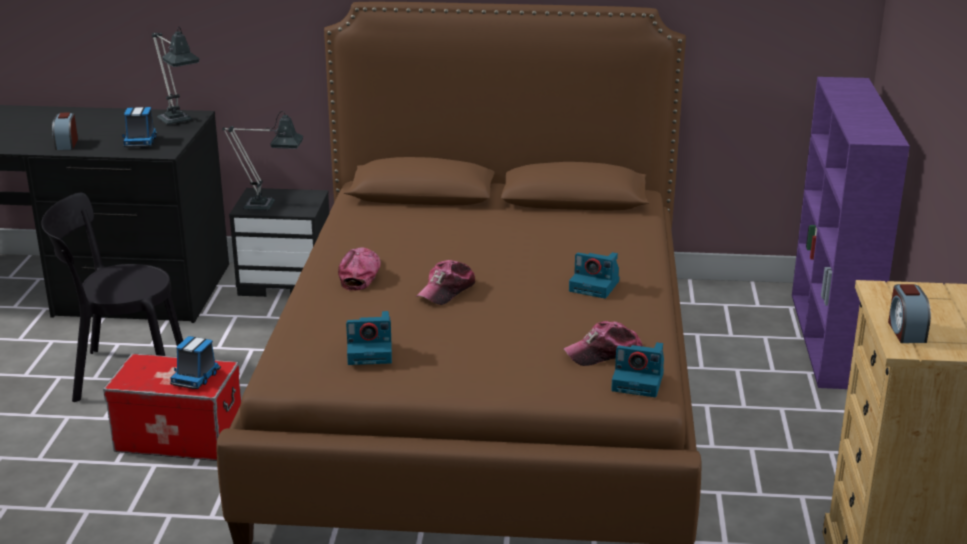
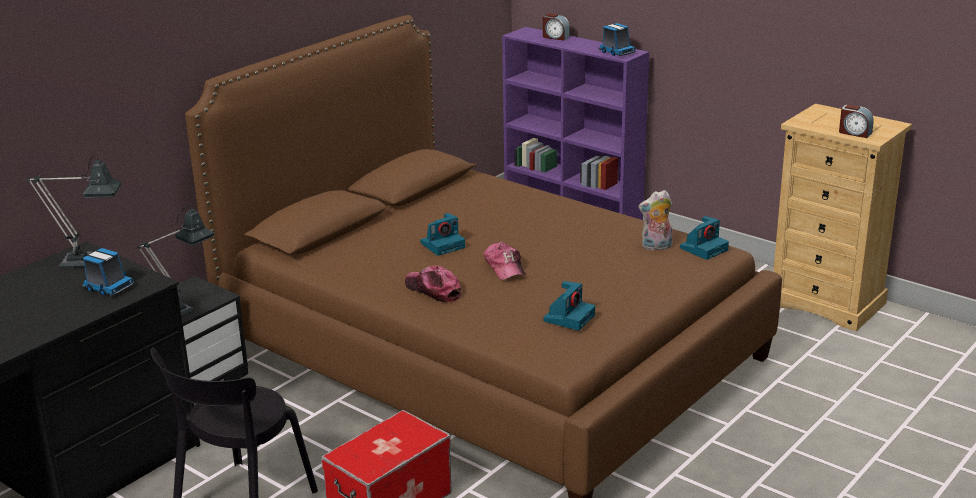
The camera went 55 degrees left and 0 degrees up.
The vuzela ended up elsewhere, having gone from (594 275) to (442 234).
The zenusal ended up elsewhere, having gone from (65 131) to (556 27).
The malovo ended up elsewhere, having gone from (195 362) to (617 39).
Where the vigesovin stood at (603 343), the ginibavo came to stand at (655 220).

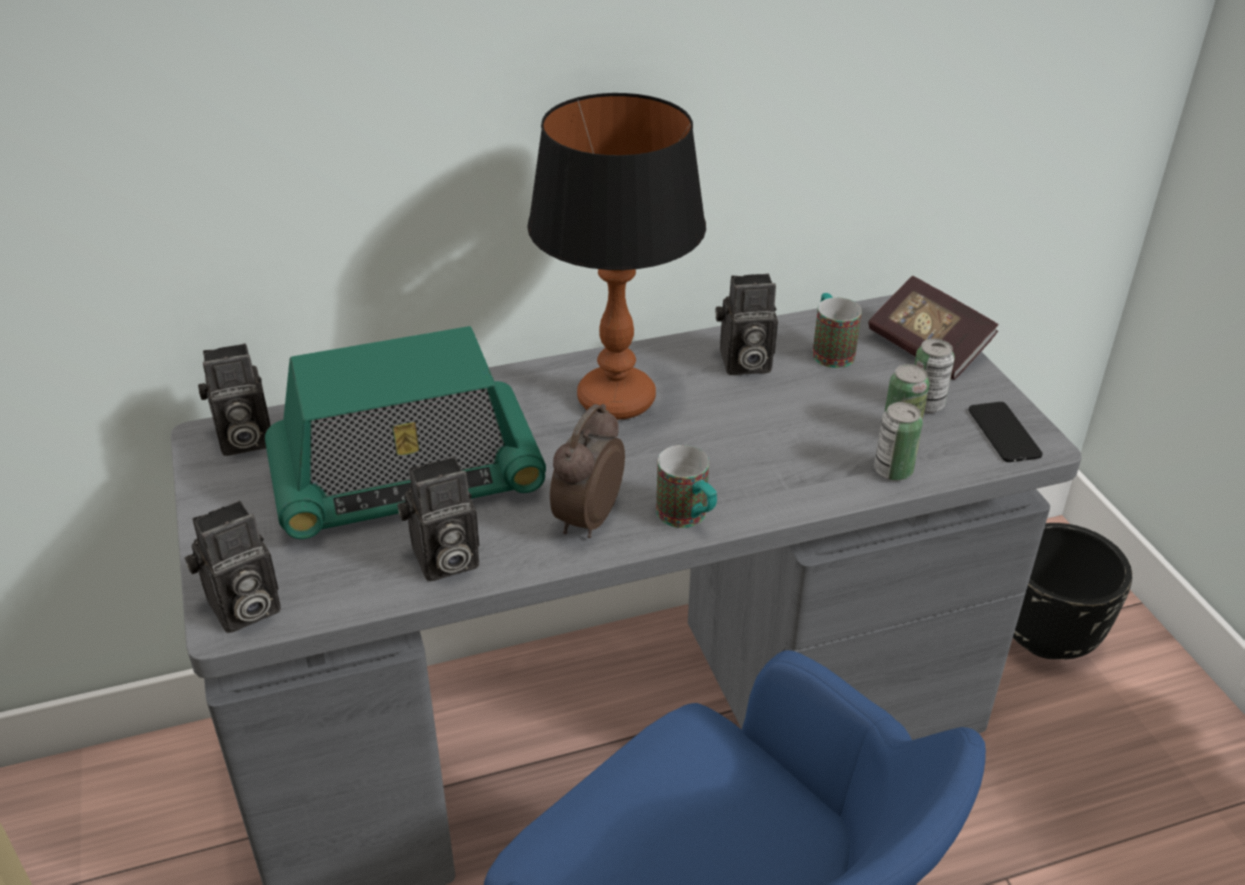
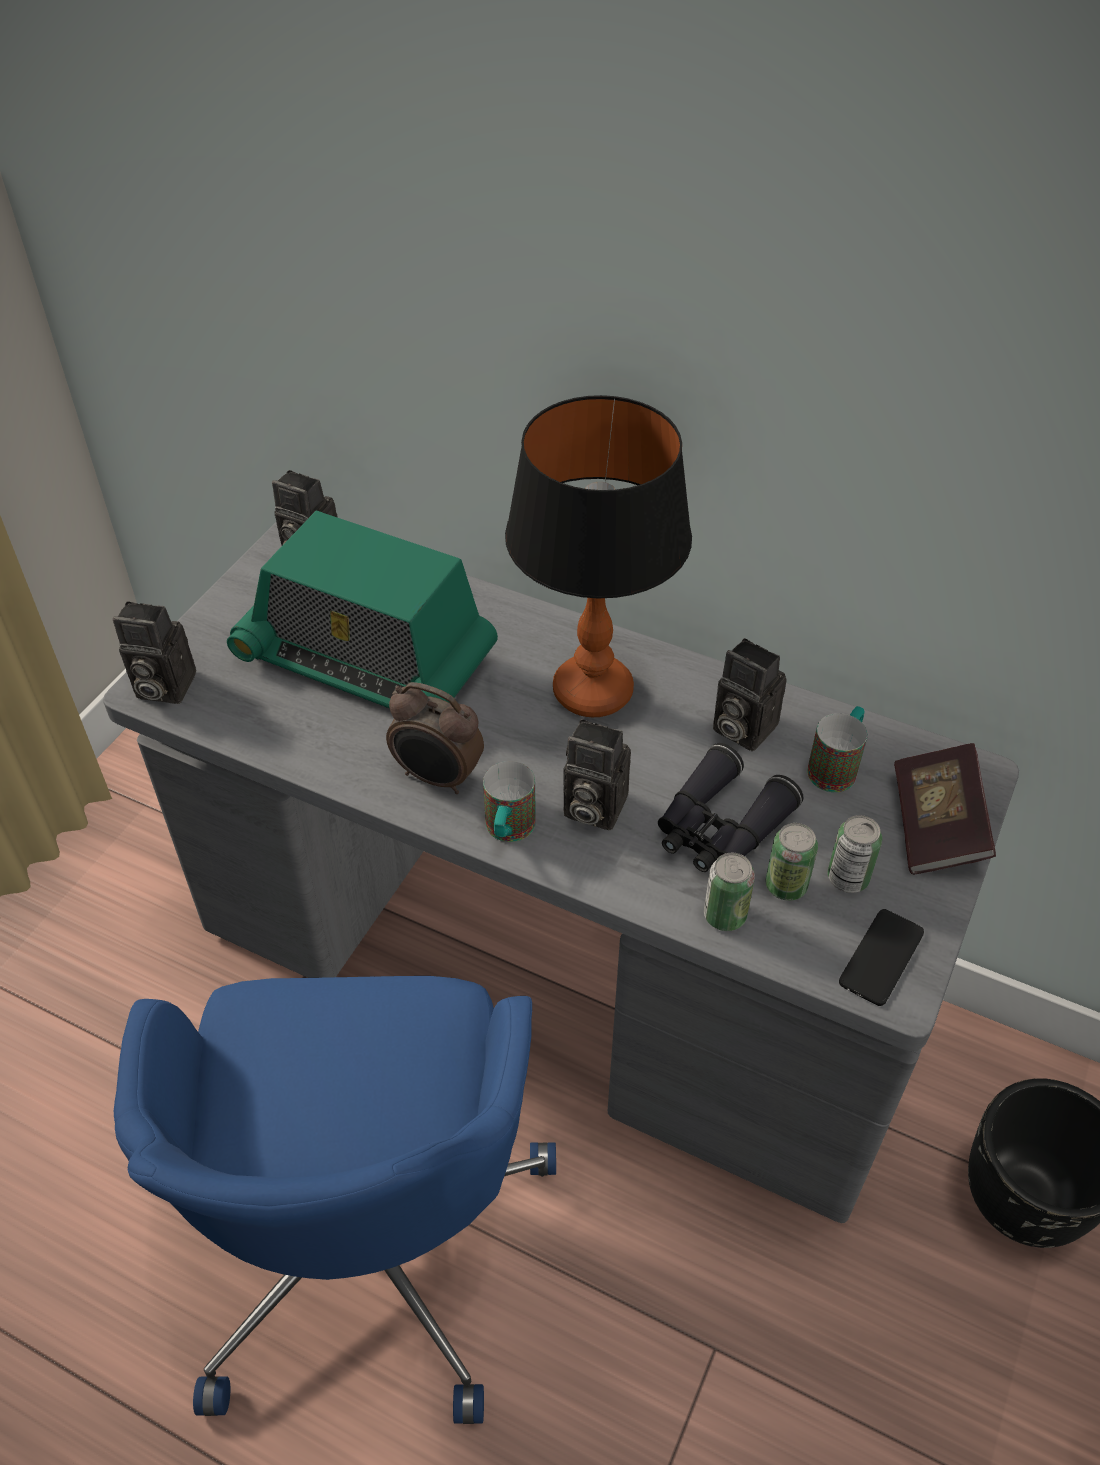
The camera went 45 degrees right and 10 degrees up.
The zenusal at (587 471) ended up facing another way, 135 degrees counterclockwise from before.
The vuzela ended up elsewhere, having gone from (438 518) to (597 775).
The second view gained the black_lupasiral at (730 807).

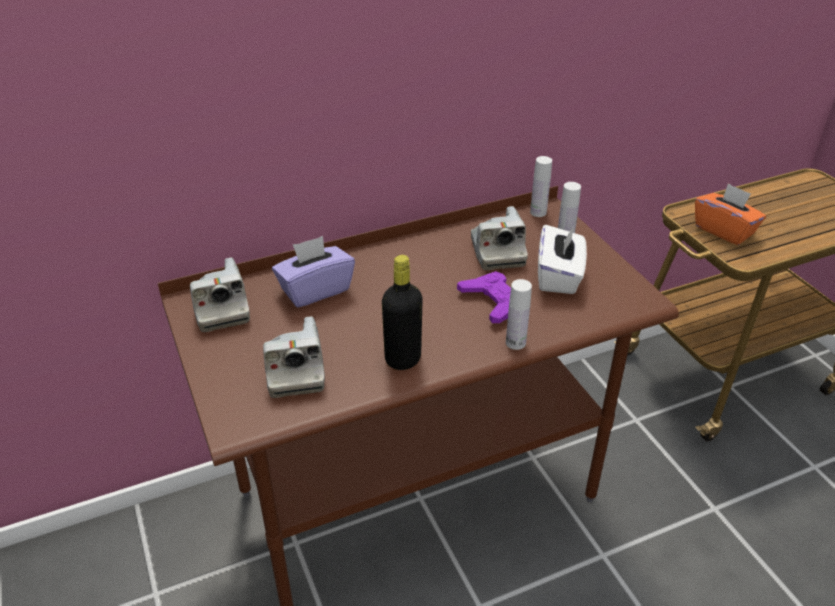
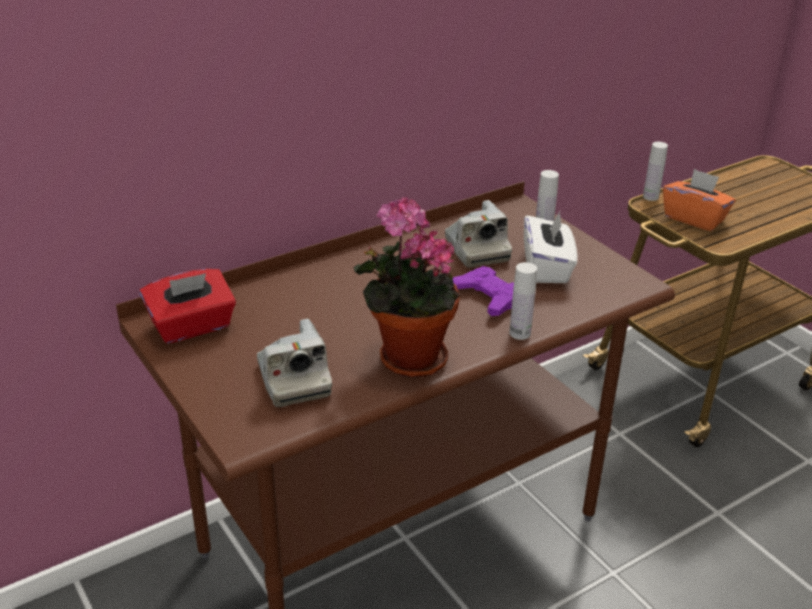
The camera went 10 degrees left and 5 degrees down.
Where the vuzela stood at (220 294), the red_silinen came to stand at (188 306).
Where the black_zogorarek stood at (402 312), the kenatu came to stand at (406 287).
The white_zogorarek ended up elsewhere, having gone from (541 186) to (655 171).
The second view lost the purple_silinen at (313 271).

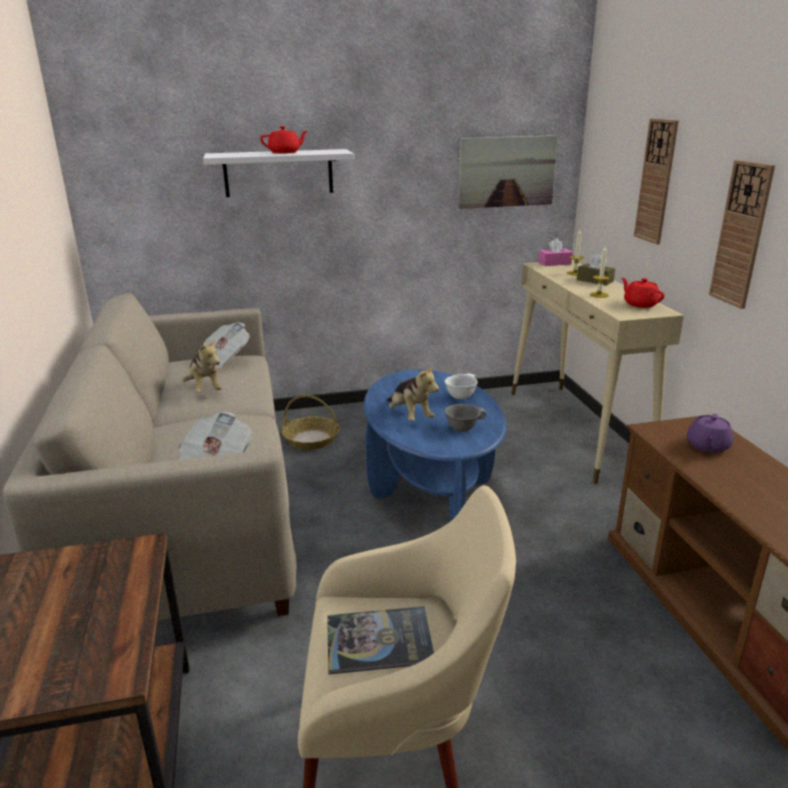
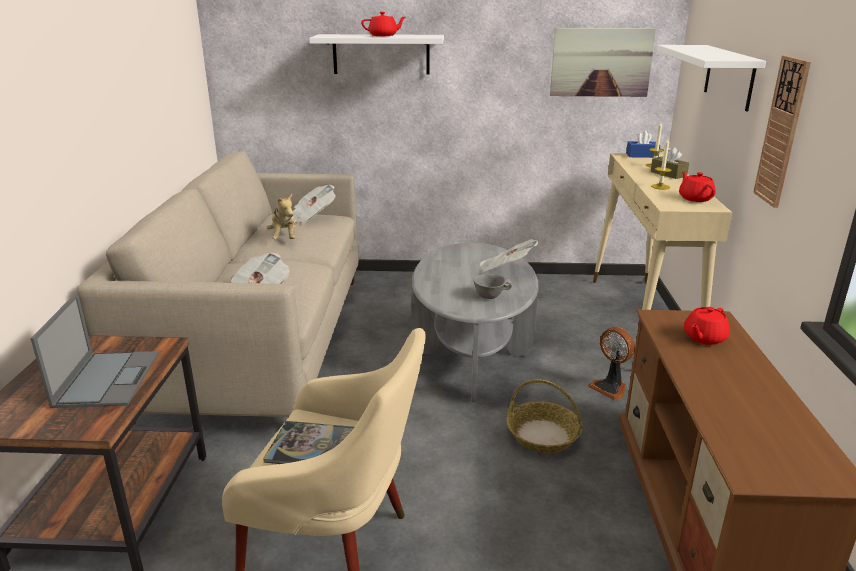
The camera went 15 degrees right and 0 degrees up.
The second view gained the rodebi at (95 350).
What was the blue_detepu at (435 445) turned into the grey_detepu at (475 322).
Where the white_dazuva stood at (461 386), the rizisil came to stand at (509 255).
The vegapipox ended up elsewhere, having gone from (310 422) to (545 416).
The second view gained the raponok at (611 363).
What was the pink_silinen at (555 252) turned into the blue_silinen at (643 144).
Where the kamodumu hung at (656 181), the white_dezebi came to hang at (711 78).
What was the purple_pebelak at (710 433) turned into the red_pebelak at (707 326).
The second view lost the ginibavo at (412 392).

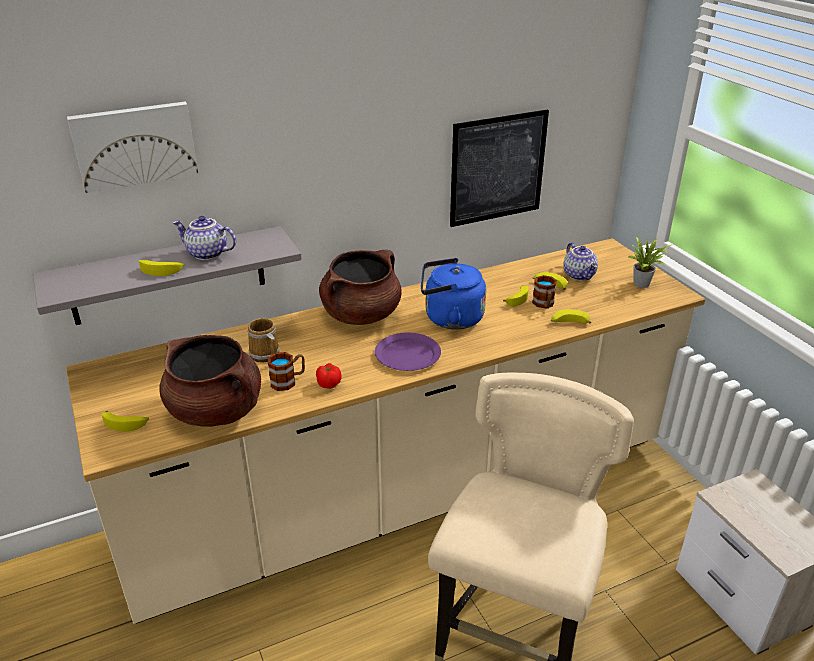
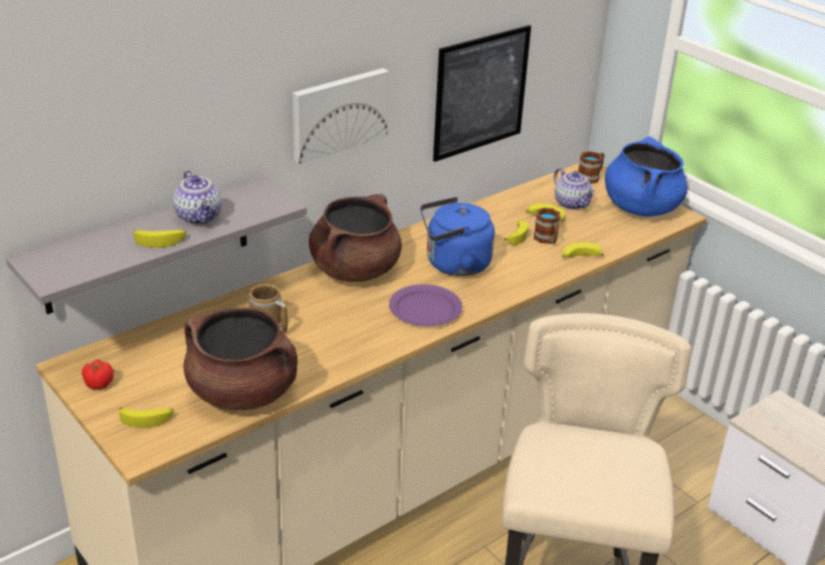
The camera went 15 degrees left and 0 degrees up.
The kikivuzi ended up elsewhere, having gone from (329 376) to (97 374).
The pebelak at (204 238) ended up facing another way, 120 degrees counterclockwise from before.
The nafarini ended up elsewhere, having gone from (133 147) to (341 116).
The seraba ended up elsewhere, having gone from (286 371) to (591 167).
Where the kenatu stood at (649 262), the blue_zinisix came to stand at (646 176).

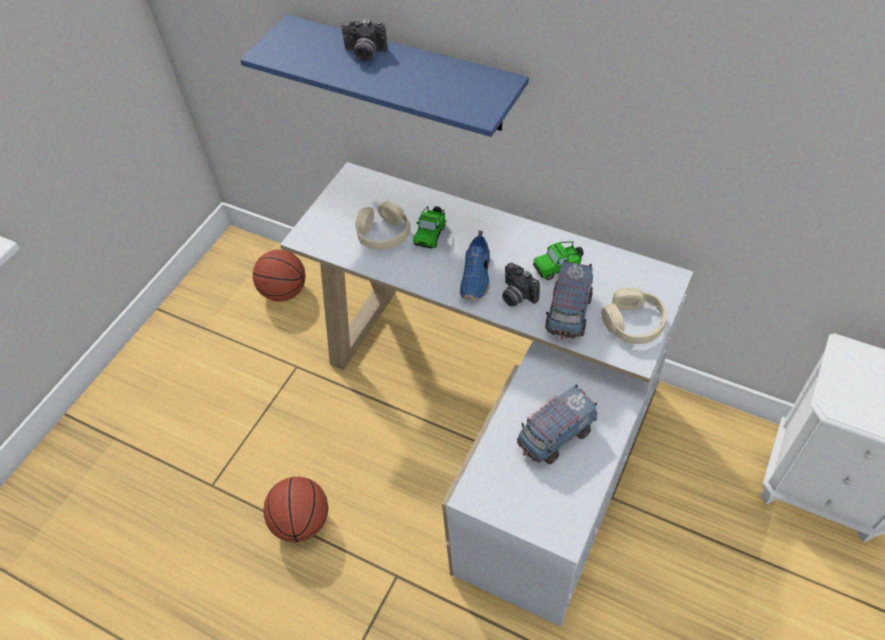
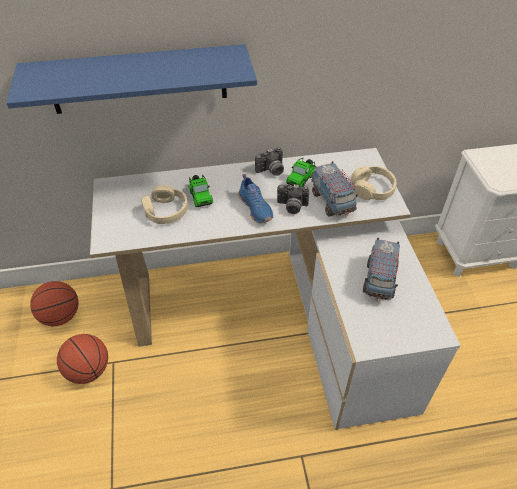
The camera went 40 degrees left and 5 degrees down.
The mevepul ended up elsewhere, having gone from (295 509) to (82 359).
The vuzela ended up elsewhere, having gone from (364 40) to (269 161).

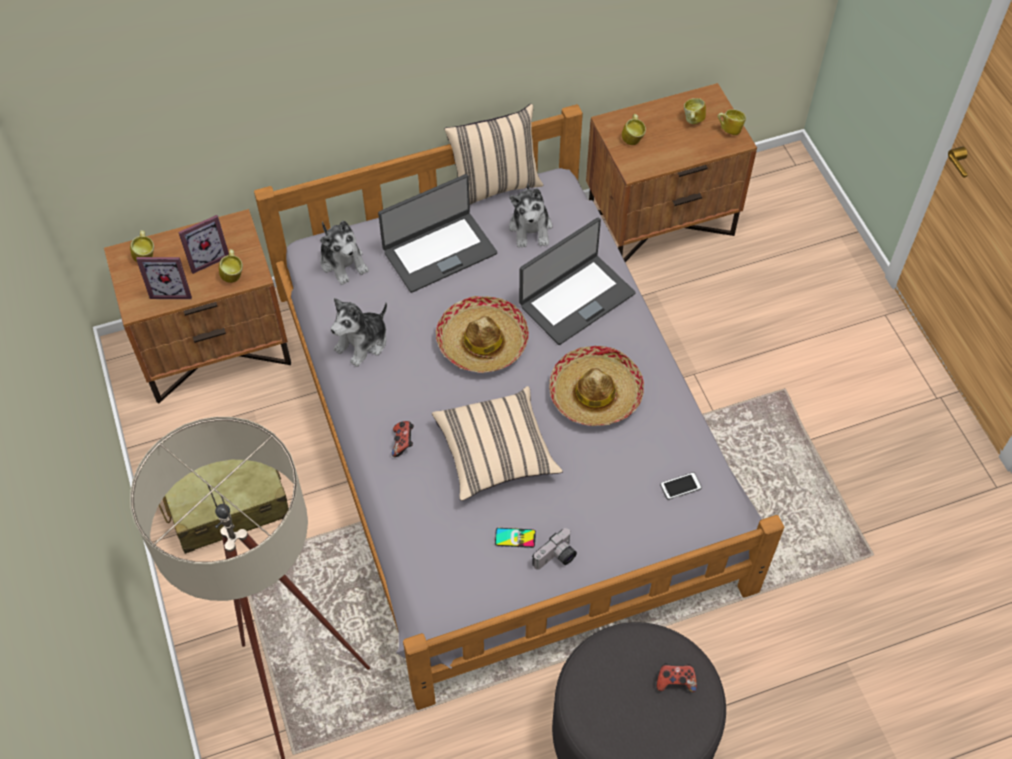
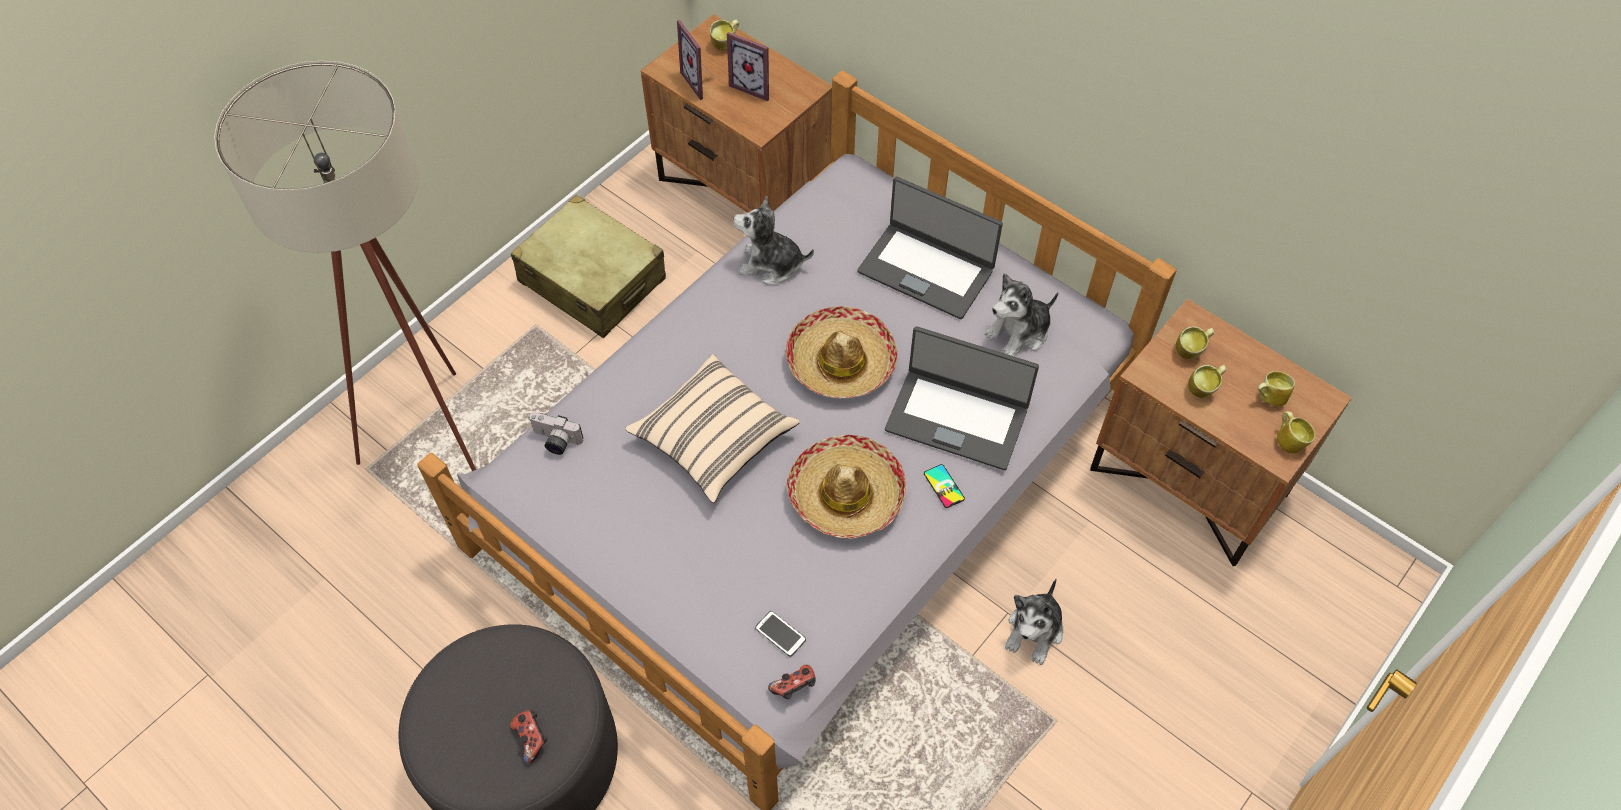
The camera went 60 degrees right and 0 degrees up.
The vuzela ended up elsewhere, having gone from (554 549) to (556 433).
The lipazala ended up elsewhere, having gone from (403 439) to (792 682).
The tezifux ended up elsewhere, having gone from (515 538) to (944 486).
The ginibavo ended up elsewhere, having gone from (344 253) to (1034 622).
The seraba ended up elsewhere, having gone from (231 266) to (1207 381).
The second view lost the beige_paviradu at (493 154).

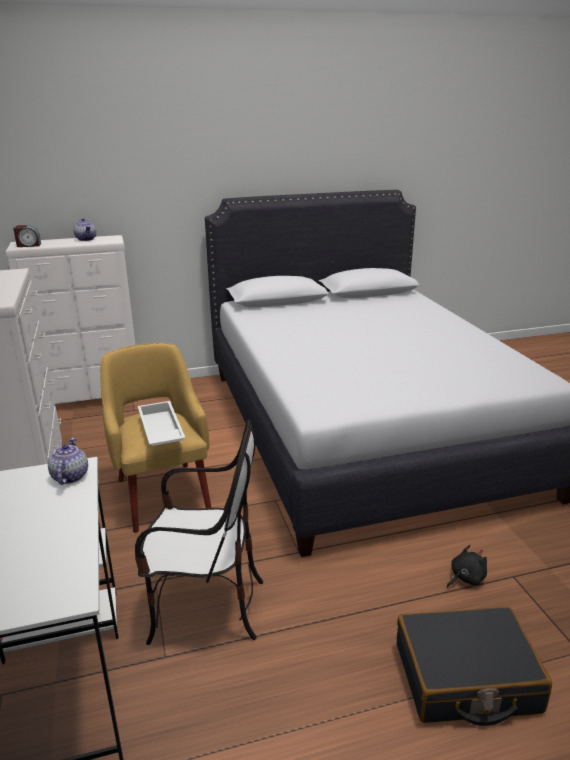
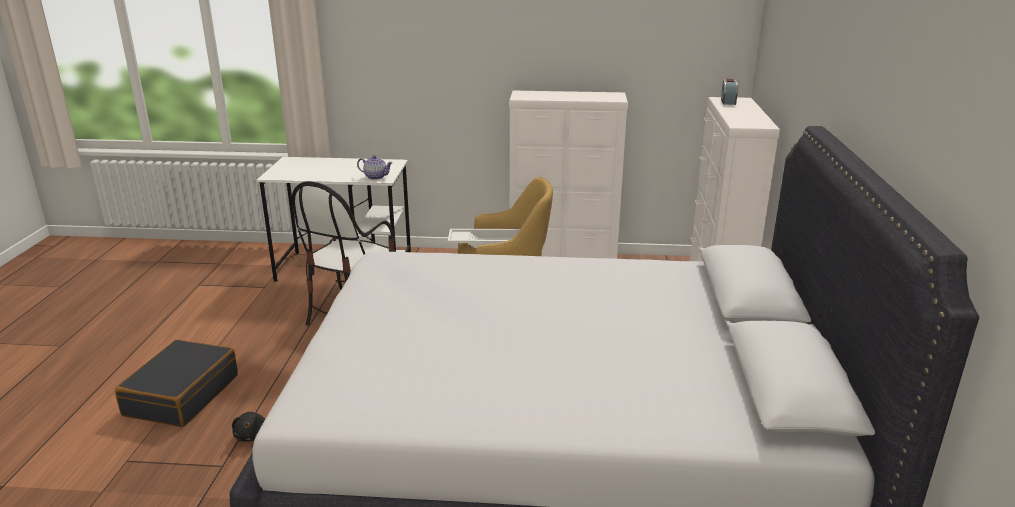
The camera went 110 degrees right and 0 degrees up.
The second view lost the pebelak at (85 229).

